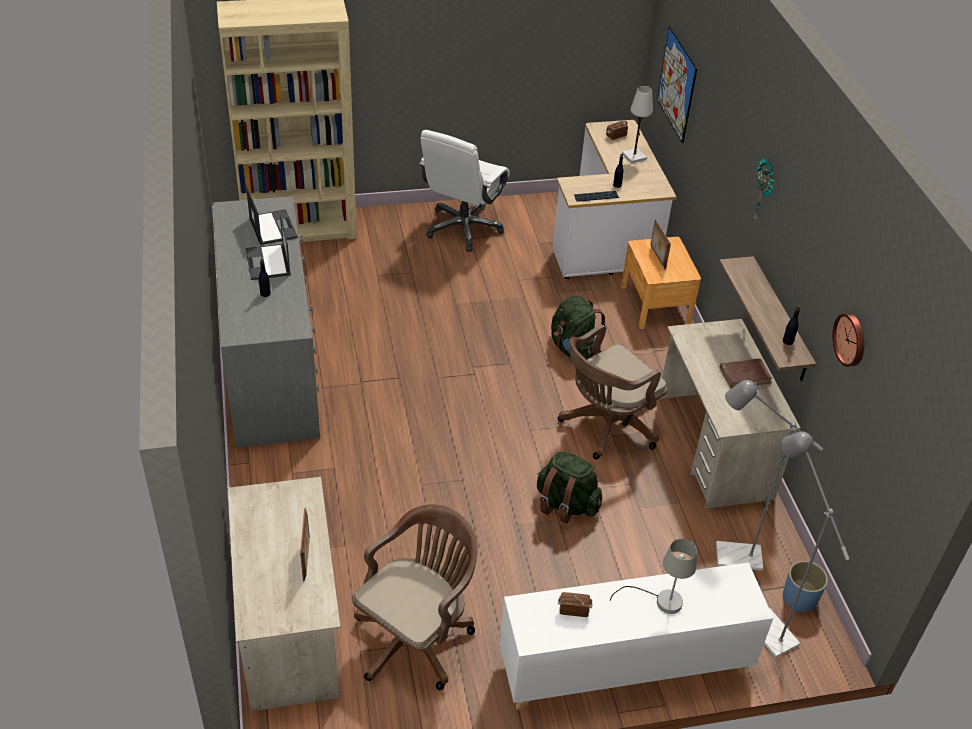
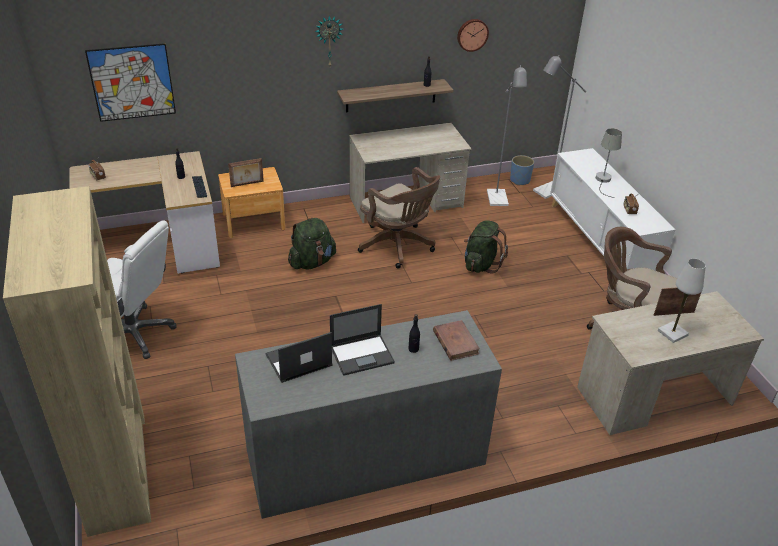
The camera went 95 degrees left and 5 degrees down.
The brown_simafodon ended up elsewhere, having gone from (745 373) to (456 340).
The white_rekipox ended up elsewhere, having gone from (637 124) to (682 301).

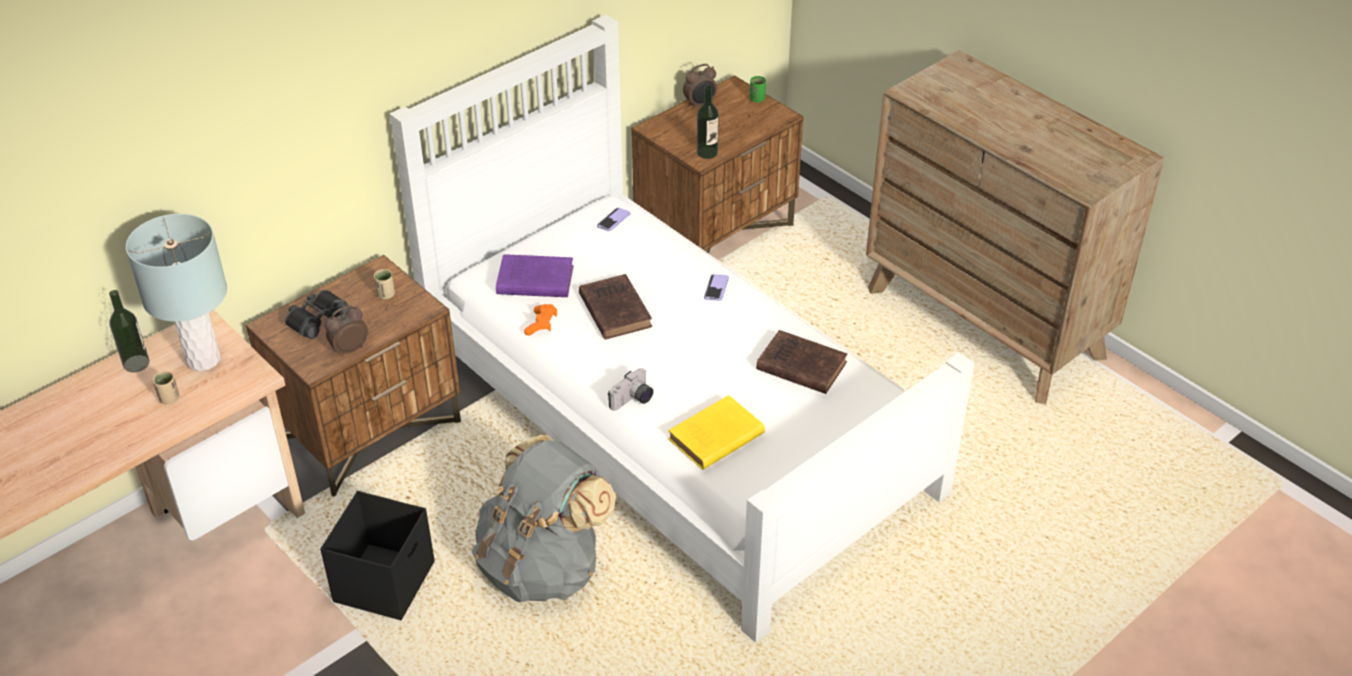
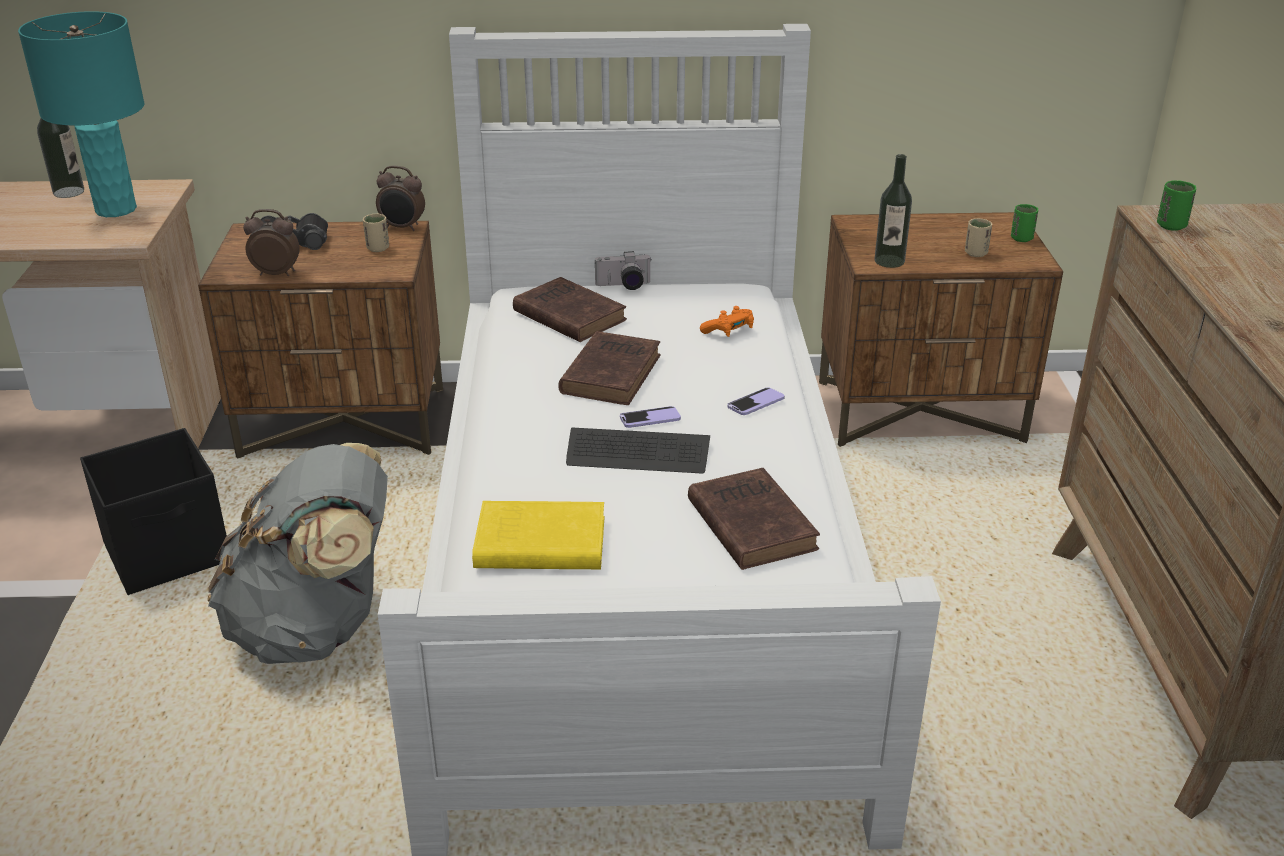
The camera went 40 degrees right and 10 degrees down.
What was the grey_rekipox at (176 292) turned into the turquoise_rekipox at (81 114).
The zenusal ended up elsewhere, having gone from (700 86) to (400 198).
What was the purple_simafodon at (535 275) turned into the brown_simafodon at (570 309).
The second view gained the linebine at (638 451).
The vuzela ended up elsewhere, having gone from (630 389) to (623 270).
The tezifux ended up elsewhere, having gone from (613 219) to (650 417).
The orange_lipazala ended up elsewhere, having gone from (540 320) to (727 321).
The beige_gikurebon ended up elsewhere, having gone from (166 387) to (978 237).
The second view gained the green_gikurebon at (1176 205).

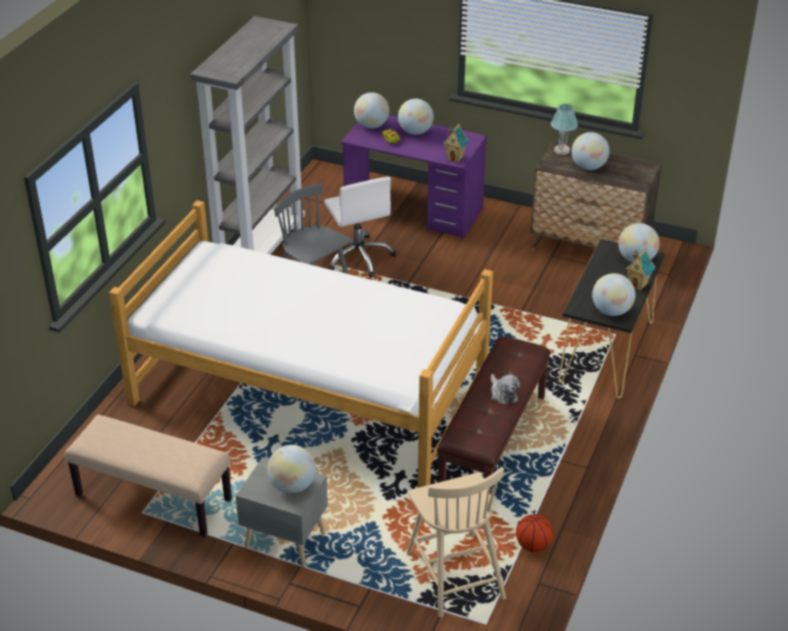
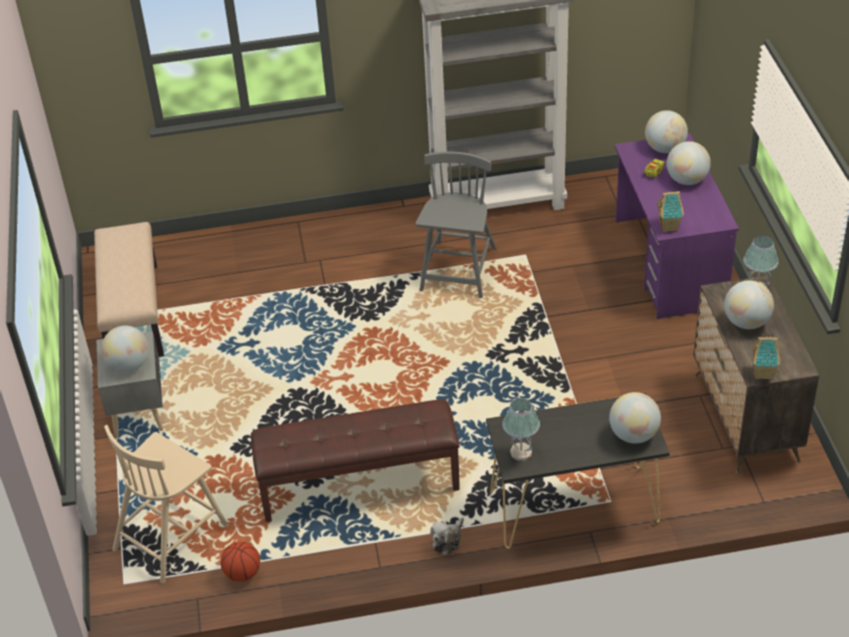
The camera went 60 degrees right and 5 degrees up.
The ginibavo ended up elsewhere, having gone from (505 389) to (447 536).
Where the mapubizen stood at (613 294), the rekipox came to stand at (521 429).
The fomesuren ended up elsewhere, having gone from (640 269) to (766 356).
The second view lost the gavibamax at (301 344).
The second view lost the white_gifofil at (360 227).

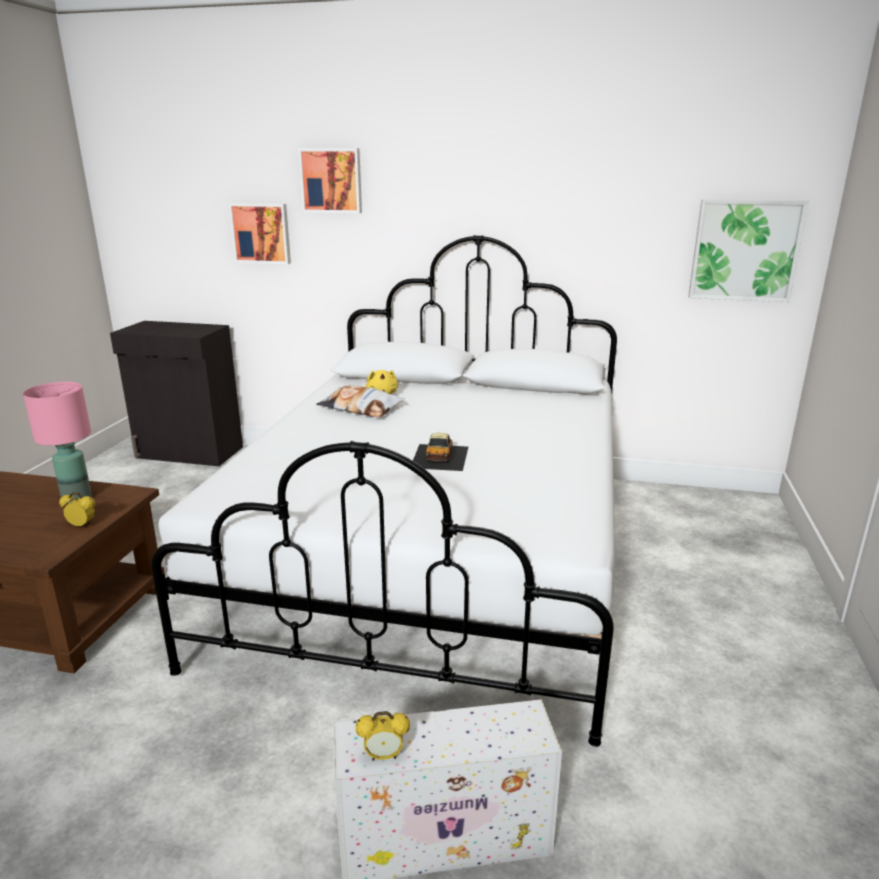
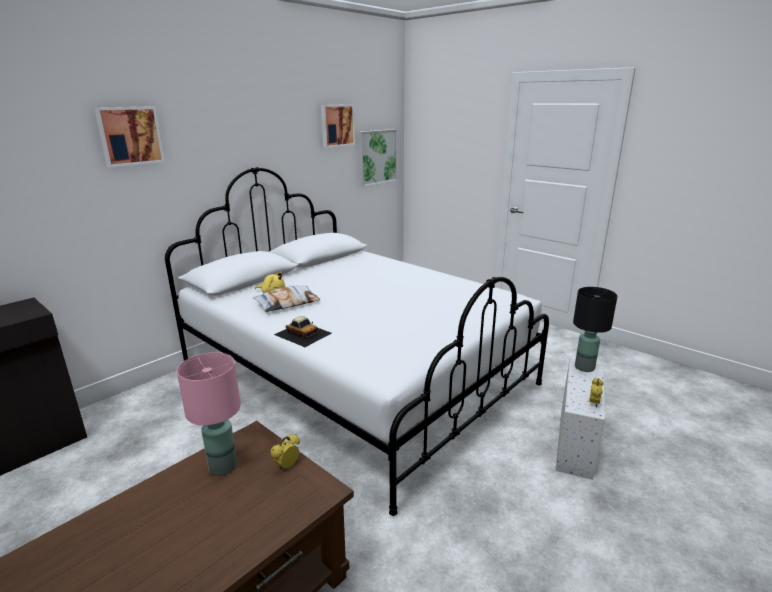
The camera went 60 degrees left and 0 degrees up.
The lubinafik ended up elsewhere, having gone from (440 452) to (303 331).
The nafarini ended up elsewhere, having gone from (260 233) to (338 126).
The second view gained the black_rekipox at (595 329).

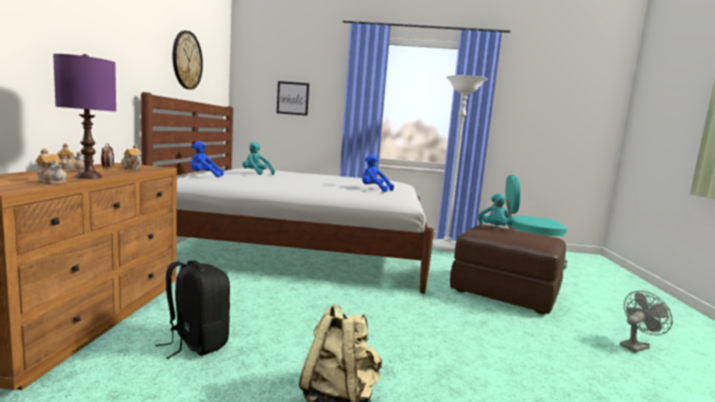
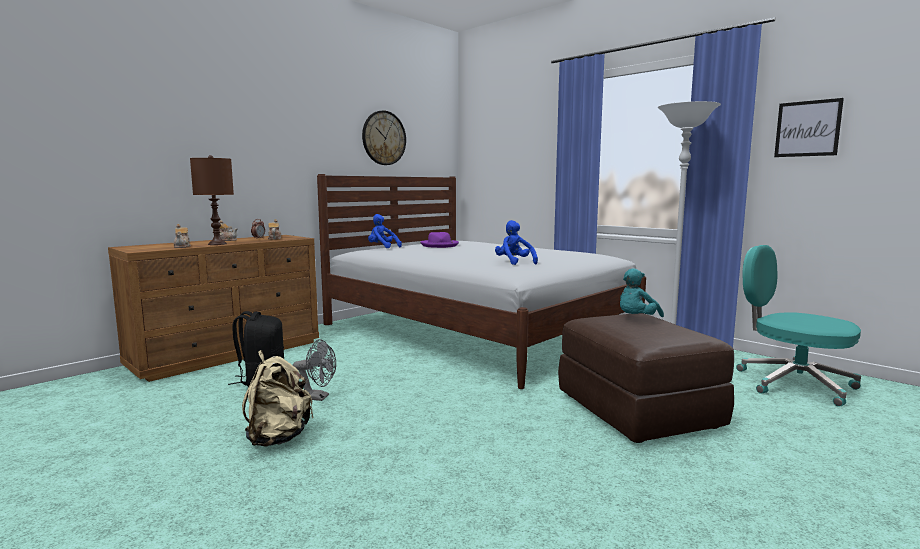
The camera went 40 degrees right and 0 degrees up.
What was the purple_rekipox at (84 116) turned into the brown_rekipox at (212 200).
The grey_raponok ended up elsewhere, having gone from (646 322) to (314 370).
Where the turquoise_ginibavo stood at (258 158), the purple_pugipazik came to stand at (439 240).
The nafarini ended up elsewhere, having gone from (293 98) to (809 127).

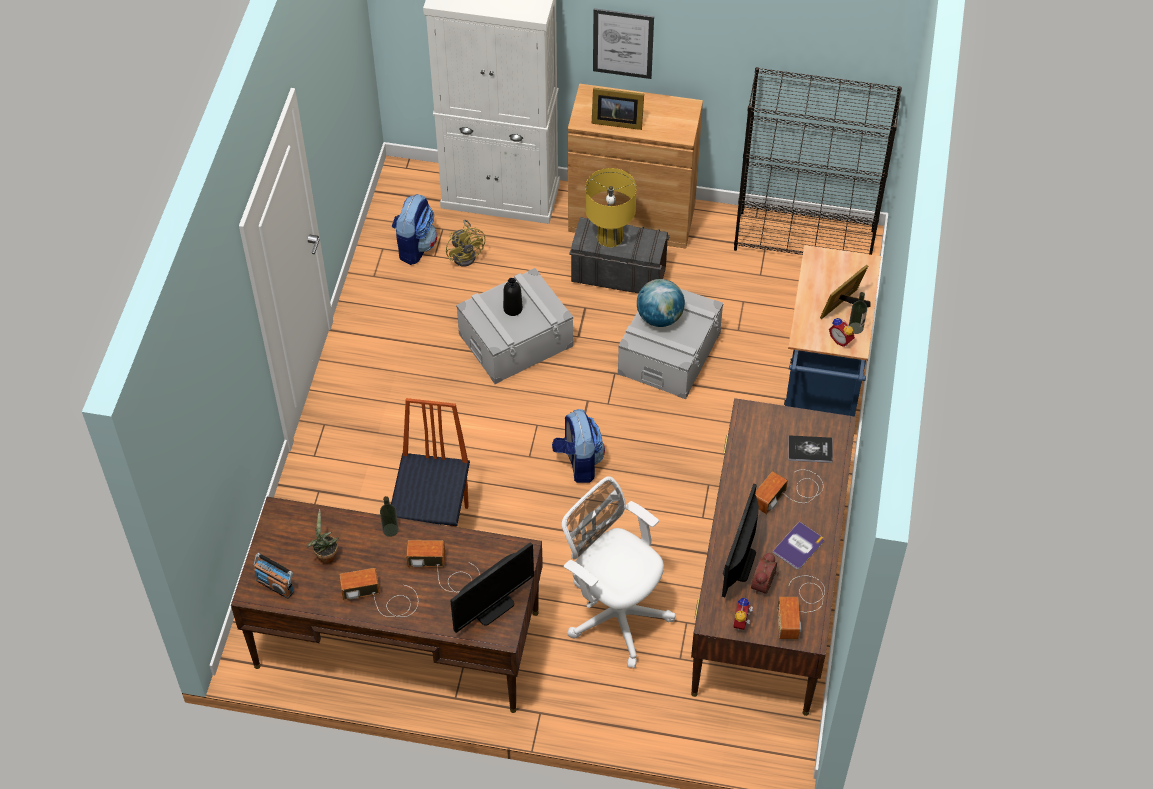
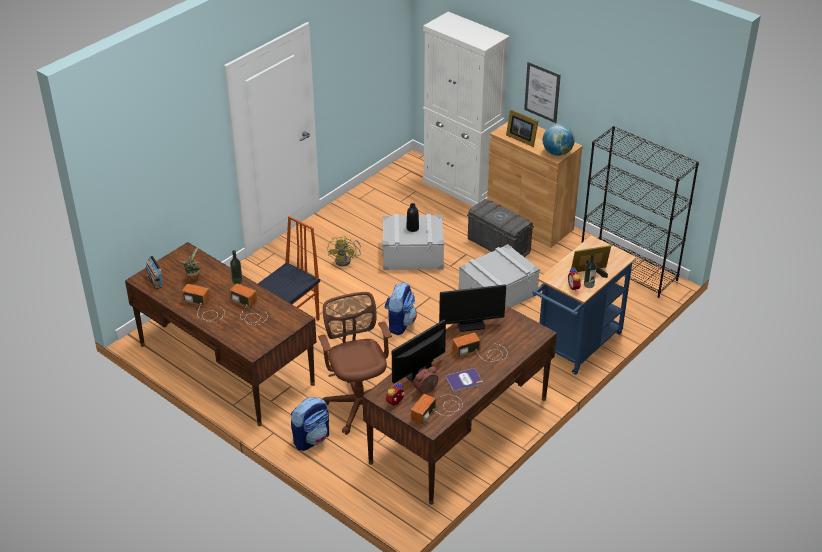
The camera went 30 degrees right and 15 degrees down.
The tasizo ended up elsewhere, having gone from (414 229) to (310 424).
What was the white_gifofil at (618 572) turned into the brown_gifofil at (355 363).
The yellow_raponok ended up elsewhere, having gone from (465 243) to (344 250).
The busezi ended up elsewhere, having gone from (492 587) to (472 308).
The mapubizen ended up elsewhere, having gone from (661 303) to (559 140).
The second view lost the yellow_rekipox at (611 207).
The second view lost the simafodon at (810 449).

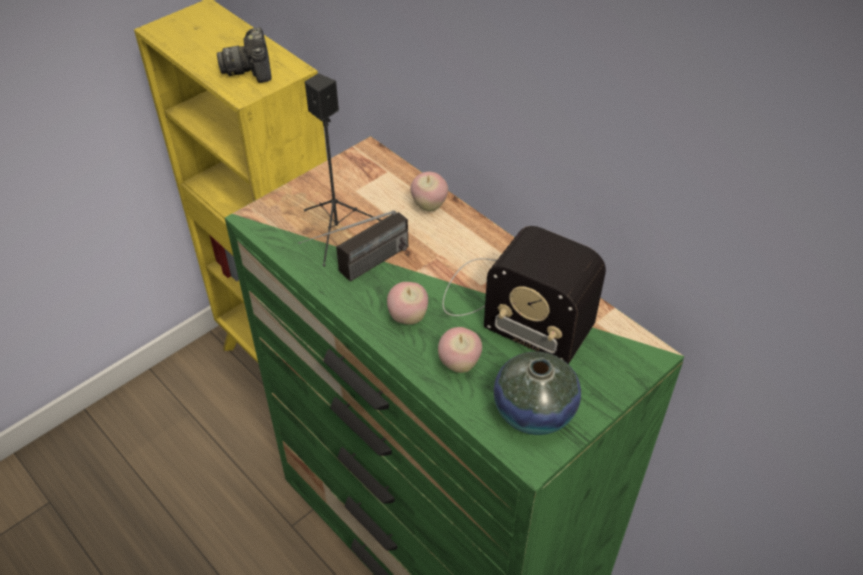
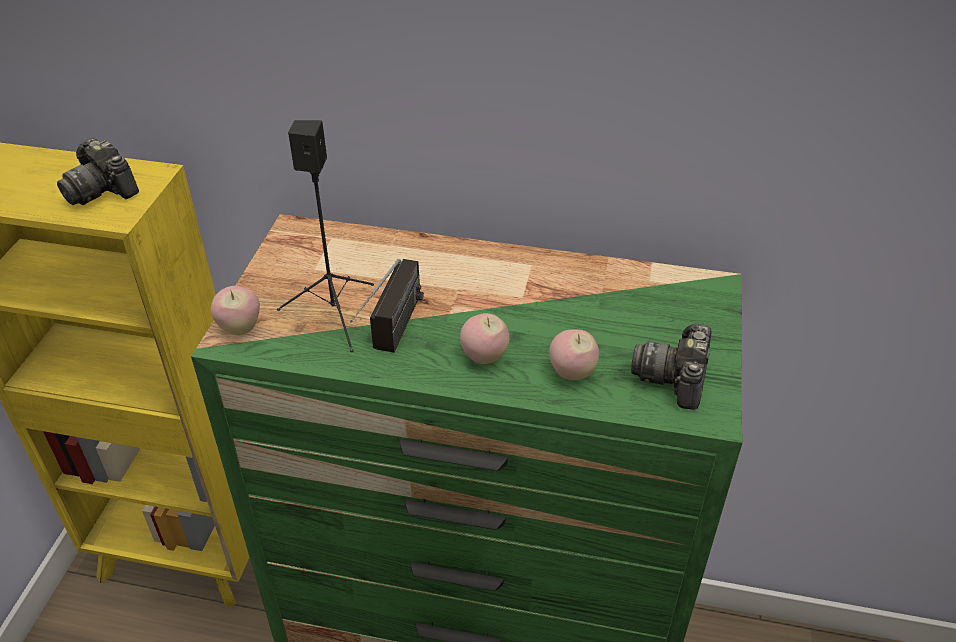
The camera went 35 degrees left and 5 degrees down.
The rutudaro ended up elsewhere, having gone from (429 191) to (235 310).
Where the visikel stood at (537 393), the vuzela came to stand at (671 367).
The second view lost the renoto at (524 295).

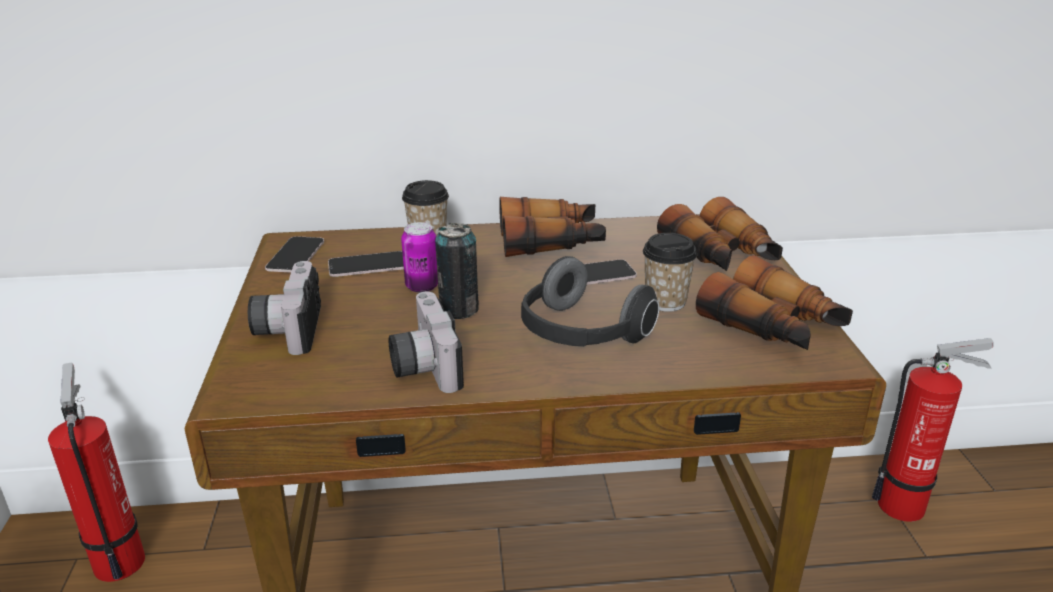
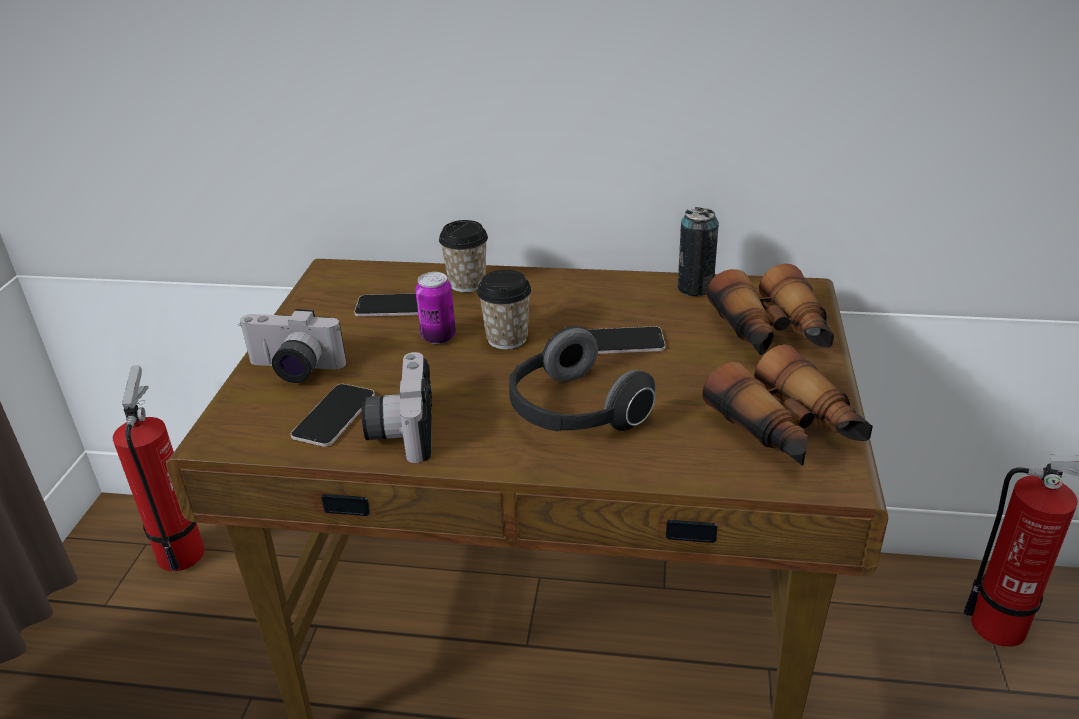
The camera went 15 degrees right and 5 degrees up.
The vuzela at (284 308) ended up facing another way, 90 degrees counterclockwise from before.
The tezifux ended up elsewhere, having gone from (294 254) to (333 415).
The gikurebon ended up elsewhere, having gone from (670 272) to (504 309).
The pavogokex ended up elsewhere, having gone from (457 271) to (698 251).
The second view lost the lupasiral at (552 227).

